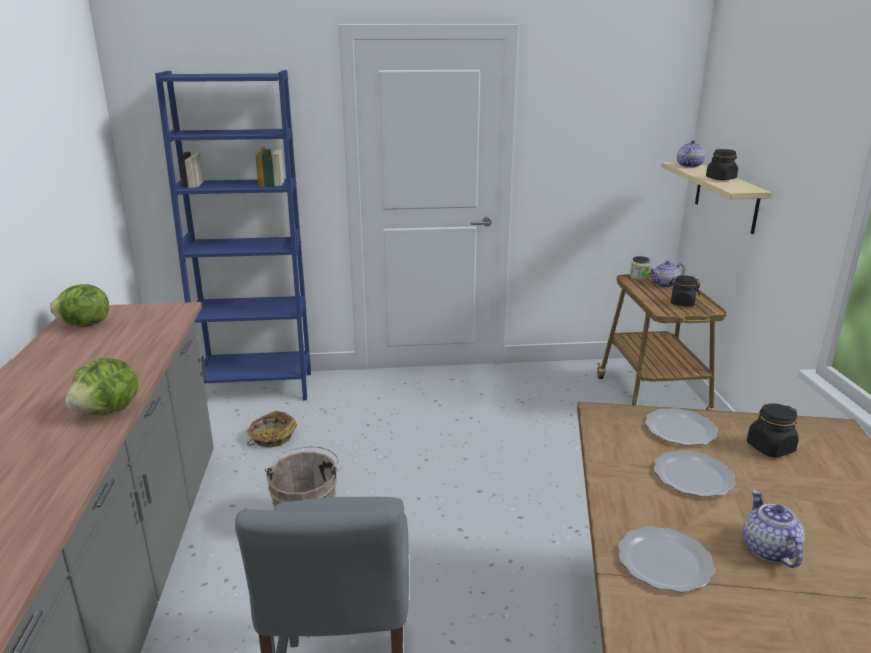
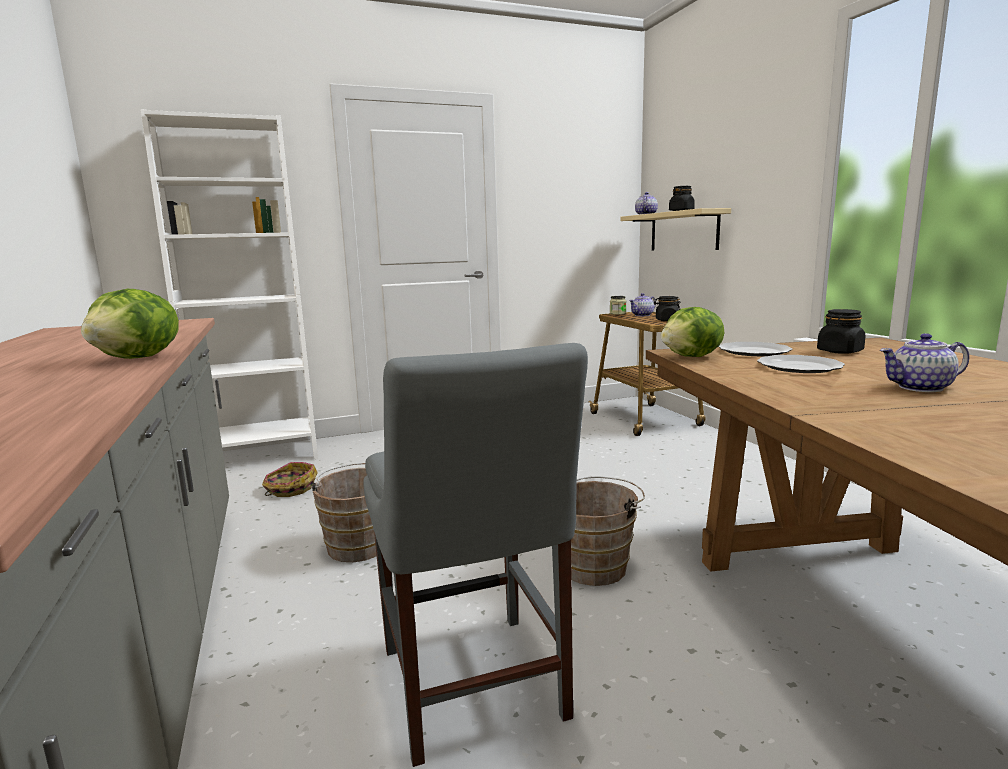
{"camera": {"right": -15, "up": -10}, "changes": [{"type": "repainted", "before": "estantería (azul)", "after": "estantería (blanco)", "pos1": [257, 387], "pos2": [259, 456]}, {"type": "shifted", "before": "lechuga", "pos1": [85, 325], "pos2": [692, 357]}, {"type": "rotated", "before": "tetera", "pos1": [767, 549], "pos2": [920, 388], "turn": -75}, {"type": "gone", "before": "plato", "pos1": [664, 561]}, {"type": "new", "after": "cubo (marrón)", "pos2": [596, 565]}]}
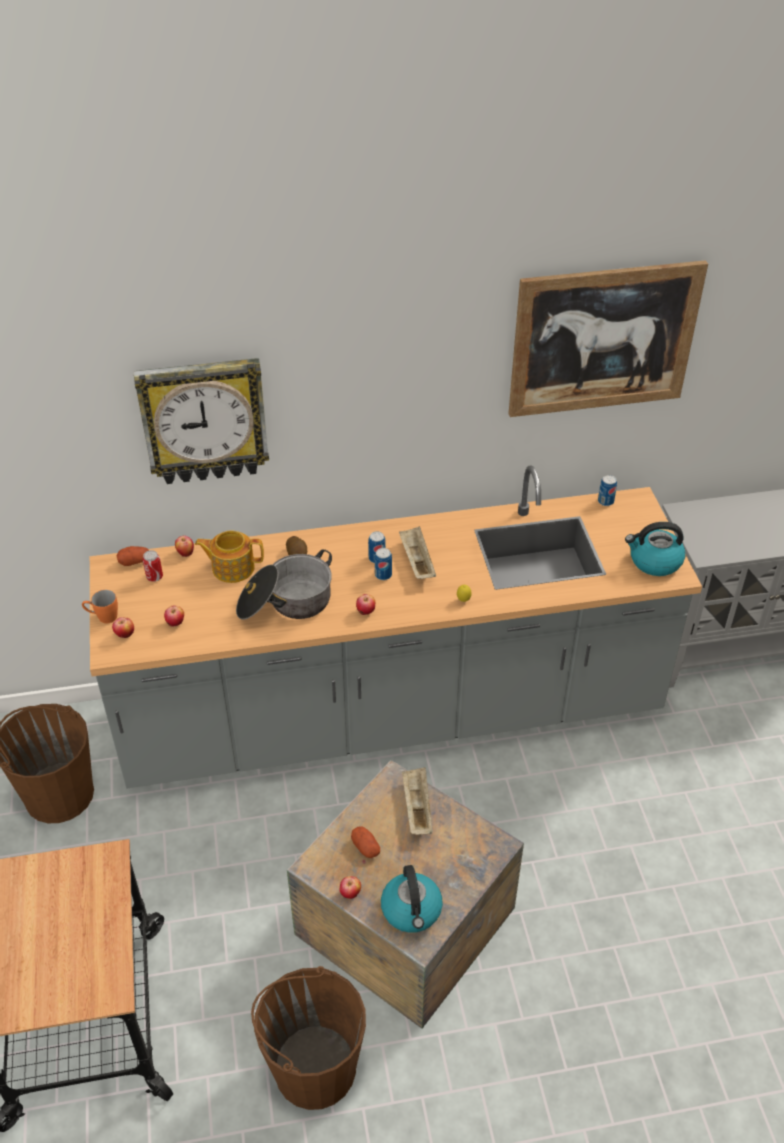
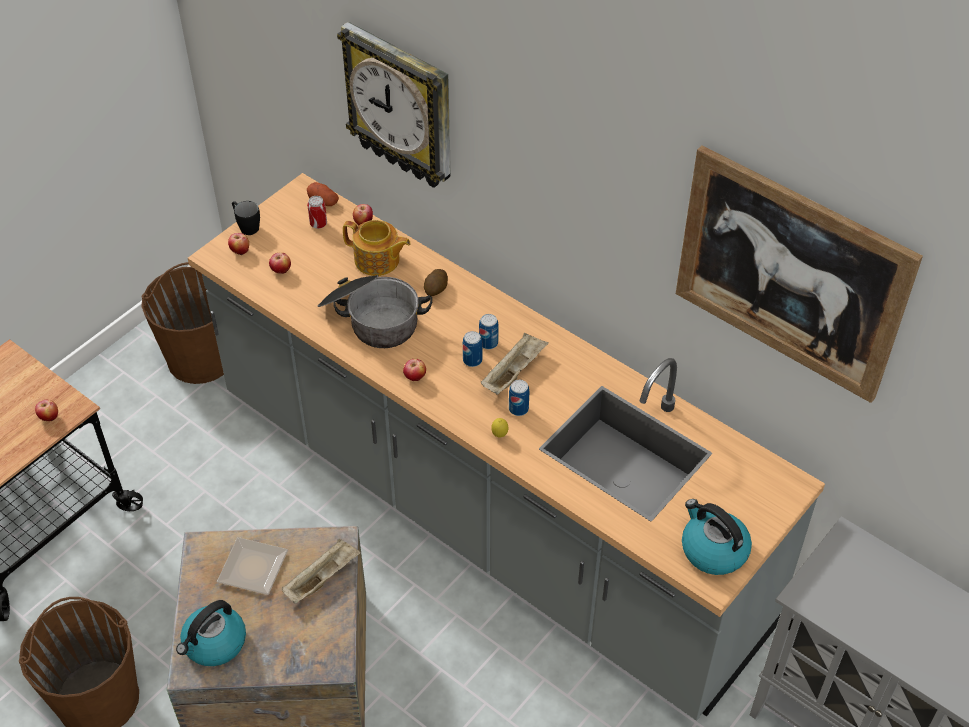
{"camera": {"right": 50, "up": 5}, "changes": [{"type": "shifted", "before": "lata", "pos1": [605, 501], "pos2": [518, 409]}, {"type": "rotated", "before": "tetera", "pos1": [232, 567], "pos2": [377, 260], "turn": 150}, {"type": "repainted", "before": "taza grande (naranja)", "after": "taza grande (negro)", "pos1": [103, 617], "pos2": [246, 226]}, {"type": "swapped", "before": "patata", "after": "plato", "pos1": [366, 847], "pos2": [250, 569]}, {"type": "shifted", "before": "manzana", "pos1": [350, 894], "pos2": [49, 418]}]}
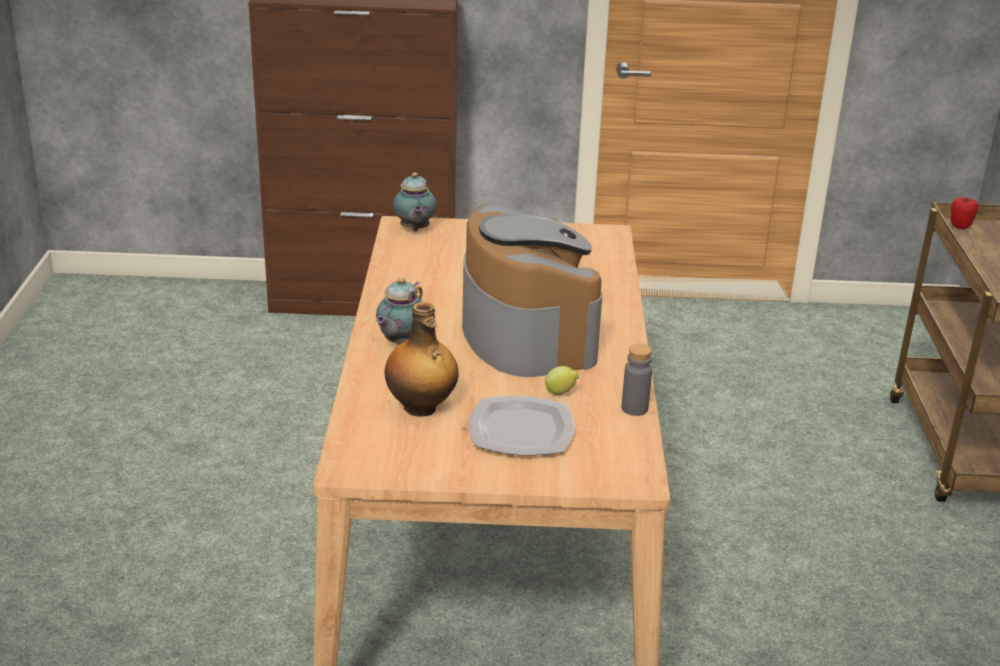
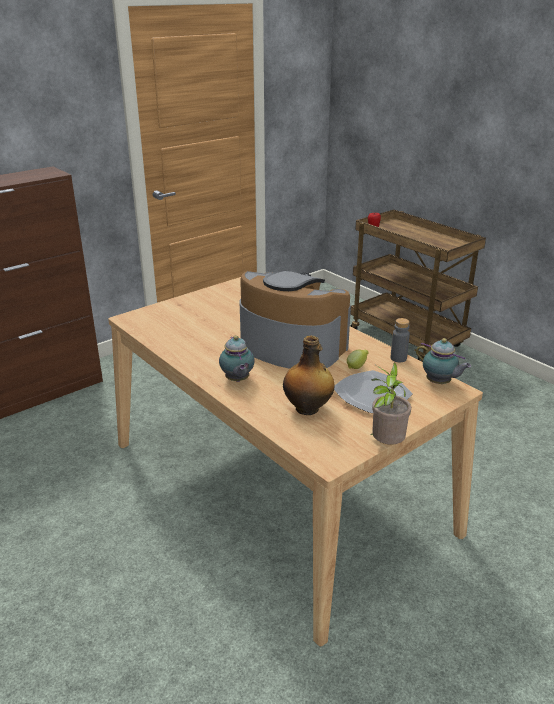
{"camera": {"right": -40, "up": 0}, "changes": [{"type": "shifted", "before": "tetera", "pos1": [414, 230], "pos2": [439, 383]}, {"type": "new", "after": "planta en maceta", "pos2": [385, 444]}]}
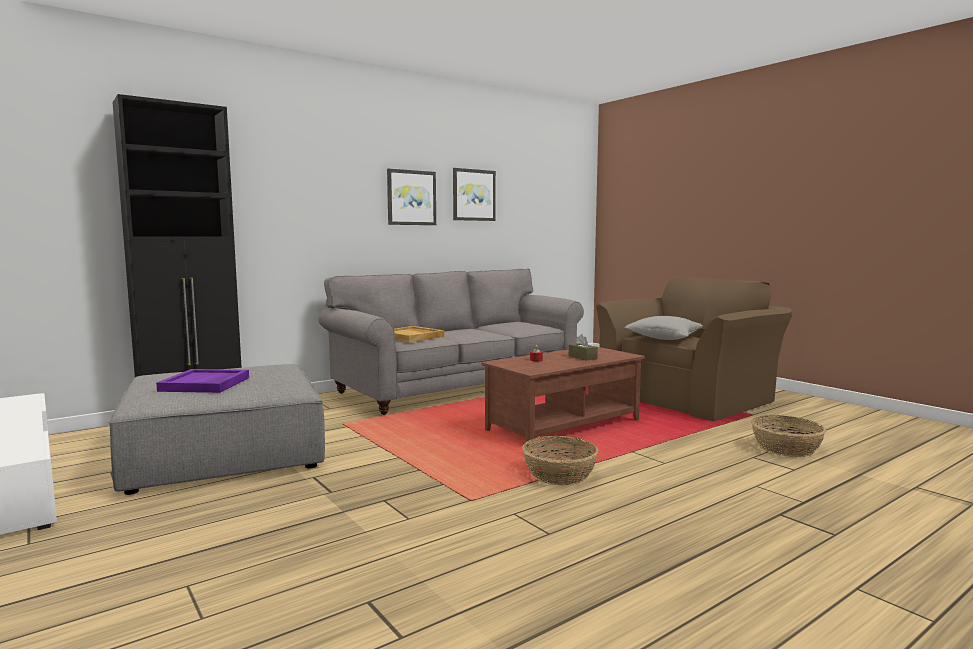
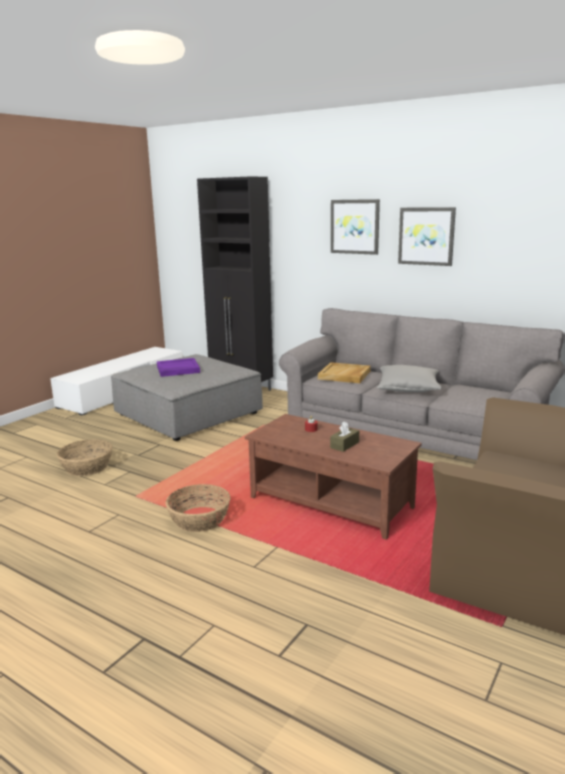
{"camera": {"right": 70, "up": 10}, "changes": [{"type": "shifted", "before": "cuadro", "pos1": [473, 195], "pos2": [355, 226]}, {"type": "shifted", "before": "cojín (gris)", "pos1": [663, 338], "pos2": [408, 388]}, {"type": "shifted", "before": "cesta", "pos1": [785, 448], "pos2": [87, 467]}]}
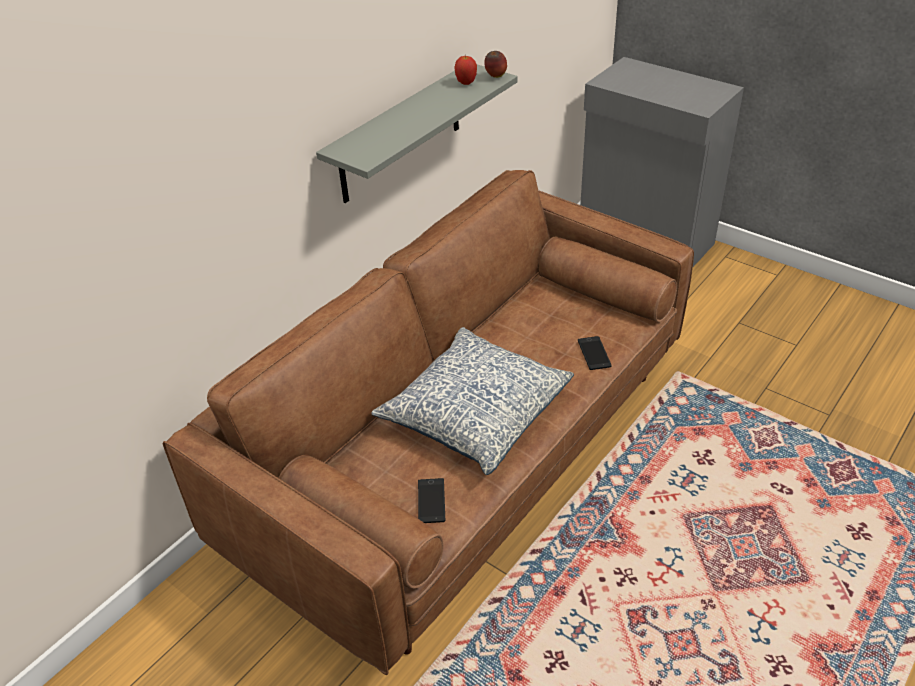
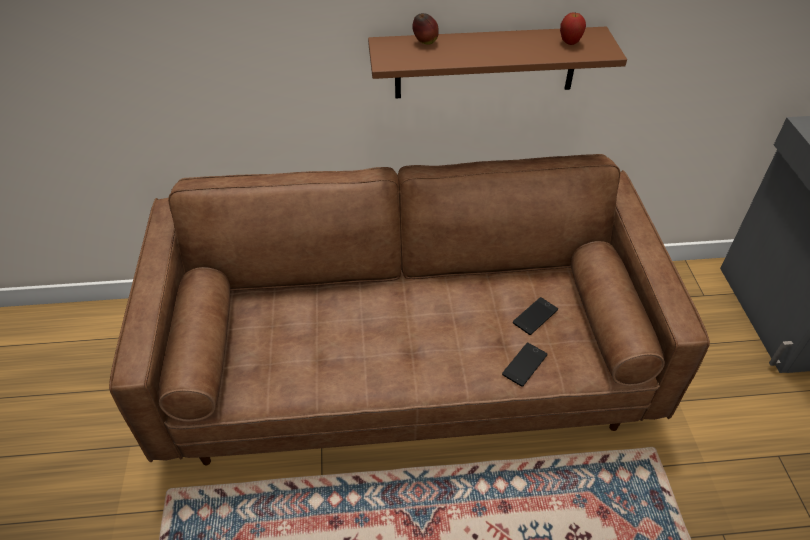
{"camera": {"right": 45, "up": 5}, "changes": [{"type": "shifted", "before": "manzana", "pos1": [495, 77], "pos2": [425, 43]}, {"type": "repainted", "before": "estante (gris)", "after": "estante (marrón)", "pos1": [401, 134], "pos2": [485, 63]}, {"type": "gone", "before": "cojín", "pos1": [475, 412]}, {"type": "shifted", "before": "móvil", "pos1": [431, 501], "pos2": [535, 316]}]}
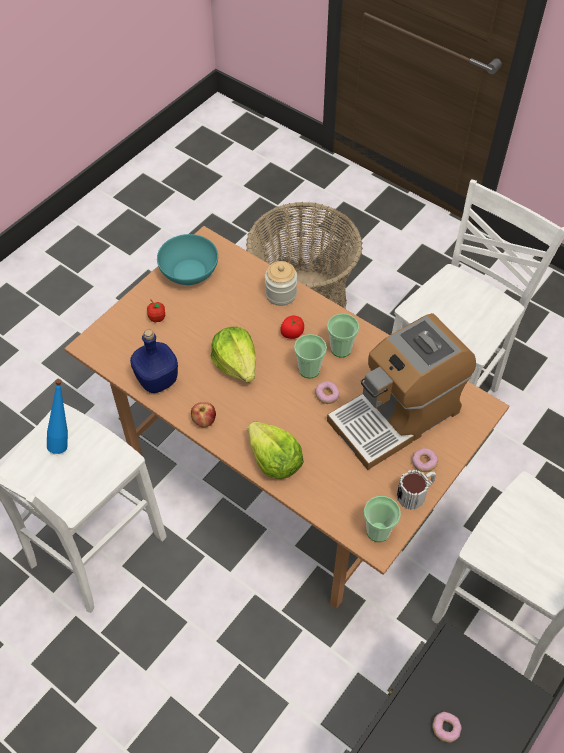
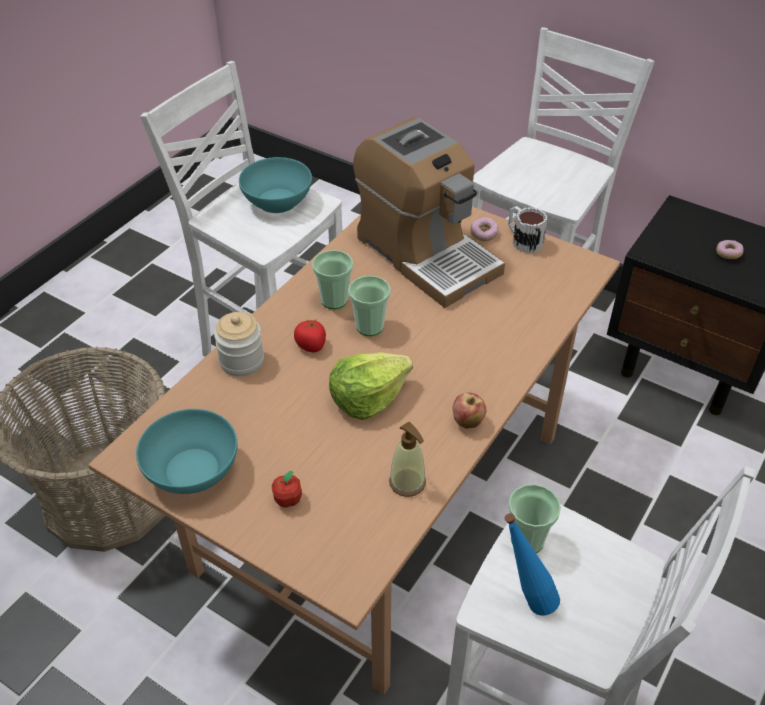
{"camera": {"right": -95, "up": -10}, "changes": [{"type": "swapped", "before": "botella (azul)", "after": "dispensador de jabón", "pos1": [158, 380], "pos2": [407, 482]}, {"type": "gone", "before": "rosquilla", "pos1": [327, 396]}, {"type": "gone", "before": "lechuga", "pos1": [274, 460]}, {"type": "shifted", "before": "taza", "pos1": [378, 531], "pos2": [527, 540]}, {"type": "new", "after": "cuenco (turquesa)", "pos2": [277, 201]}]}
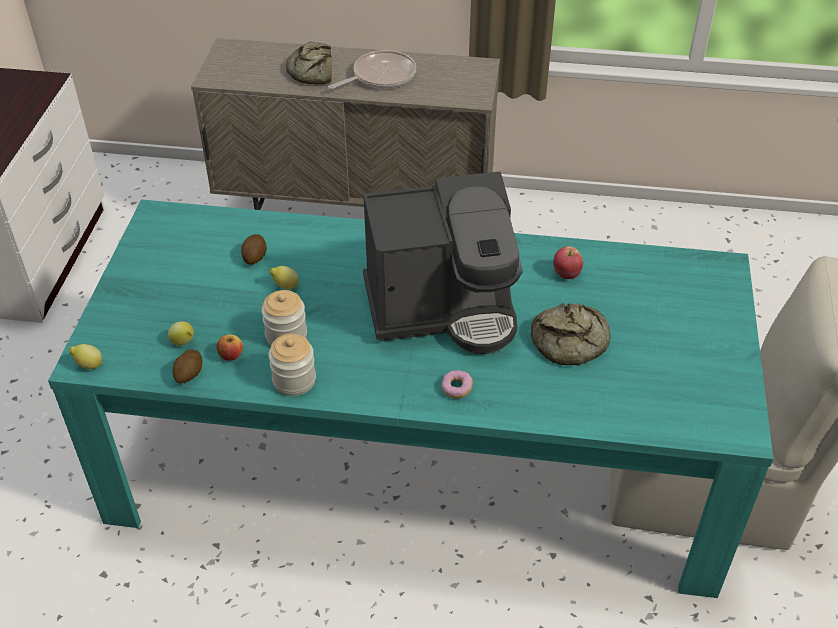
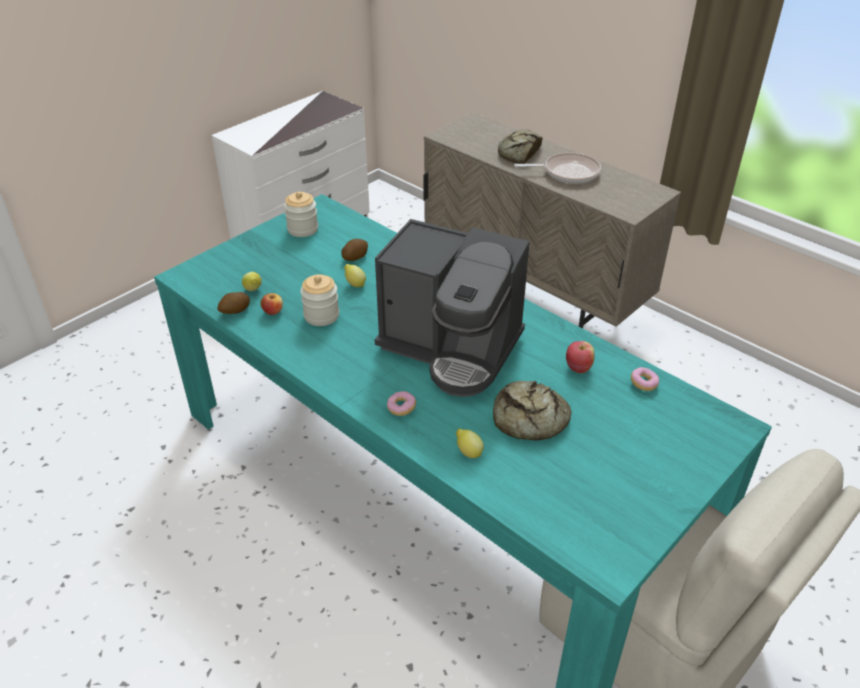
{"camera": {"right": 35, "up": -5}, "changes": [{"type": "shifted", "before": "tarro", "pos1": [294, 380], "pos2": [302, 229]}, {"type": "shifted", "before": "limón", "pos1": [88, 365], "pos2": [468, 452]}, {"type": "new", "after": "rosquilla", "pos2": [643, 384]}]}
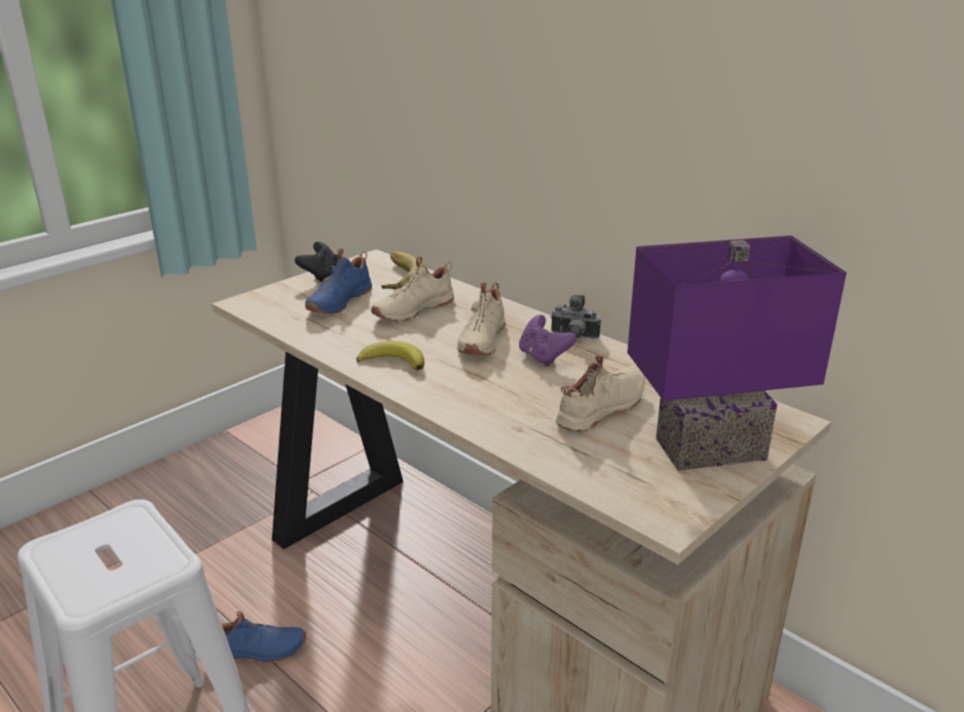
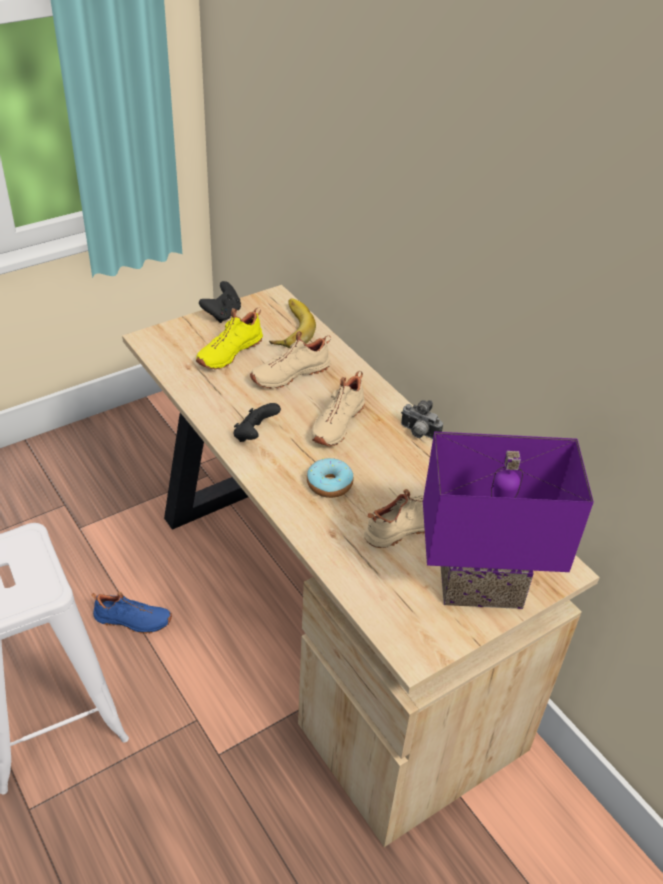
{"camera": {"right": 10, "up": 15}, "changes": [{"type": "repainted", "before": "zapato (azul)", "after": "zapato (amarillo)", "pos1": [338, 301], "pos2": [228, 352]}, {"type": "gone", "before": "mando de consola (morado)", "pos1": [543, 357]}, {"type": "swapped", "before": "plátano", "after": "mando de consola (negro)", "pos1": [393, 361], "pos2": [255, 435]}, {"type": "new", "after": "rosquilla", "pos2": [329, 484]}]}
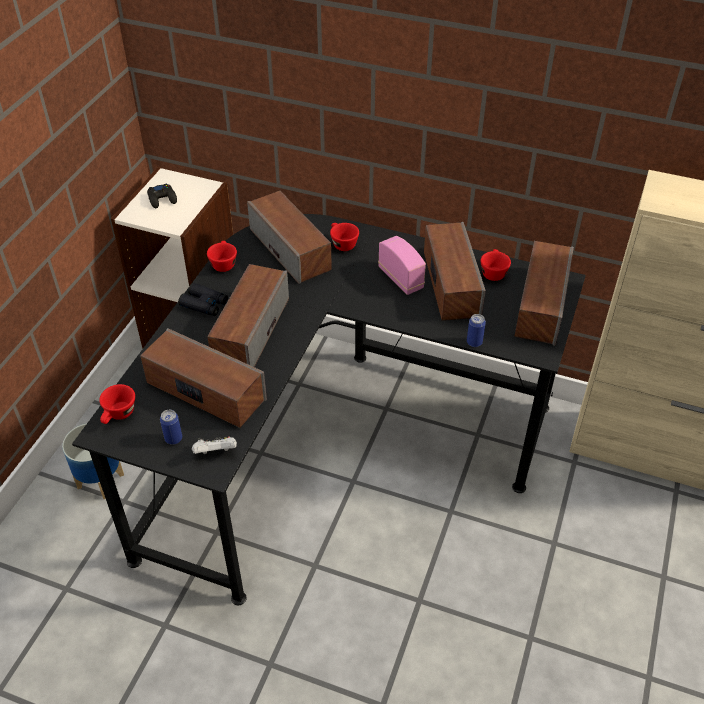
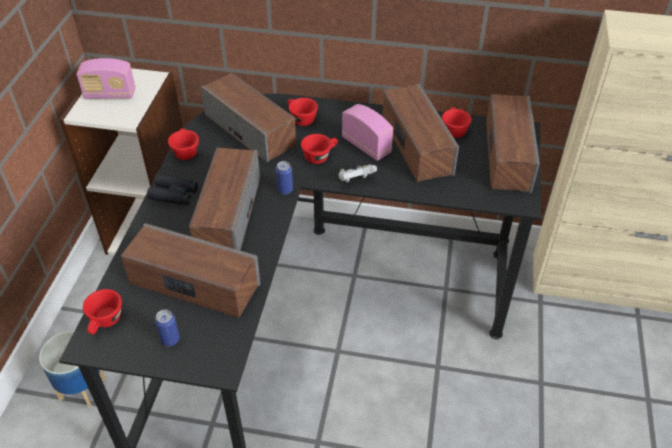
{"camera": {"right": -10, "up": 0}, "changes": [{"type": "swapped", "before": "mando de consola (negro)", "after": "radio", "pos1": [162, 199], "pos2": [110, 94]}, {"type": "shifted", "before": "lata", "pos1": [474, 342], "pos2": [285, 190]}, {"type": "shifted", "before": "mando de consola (blanco)", "pos1": [215, 453], "pos2": [355, 180]}, {"type": "new", "after": "taza (rojo)", "pos2": [320, 156]}]}
